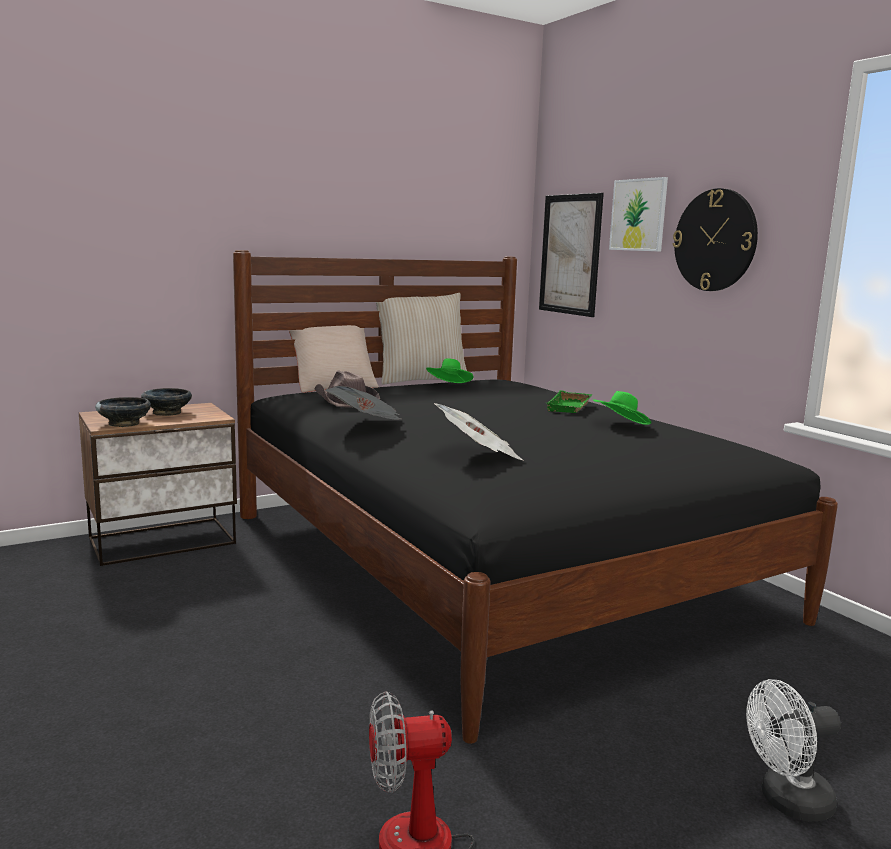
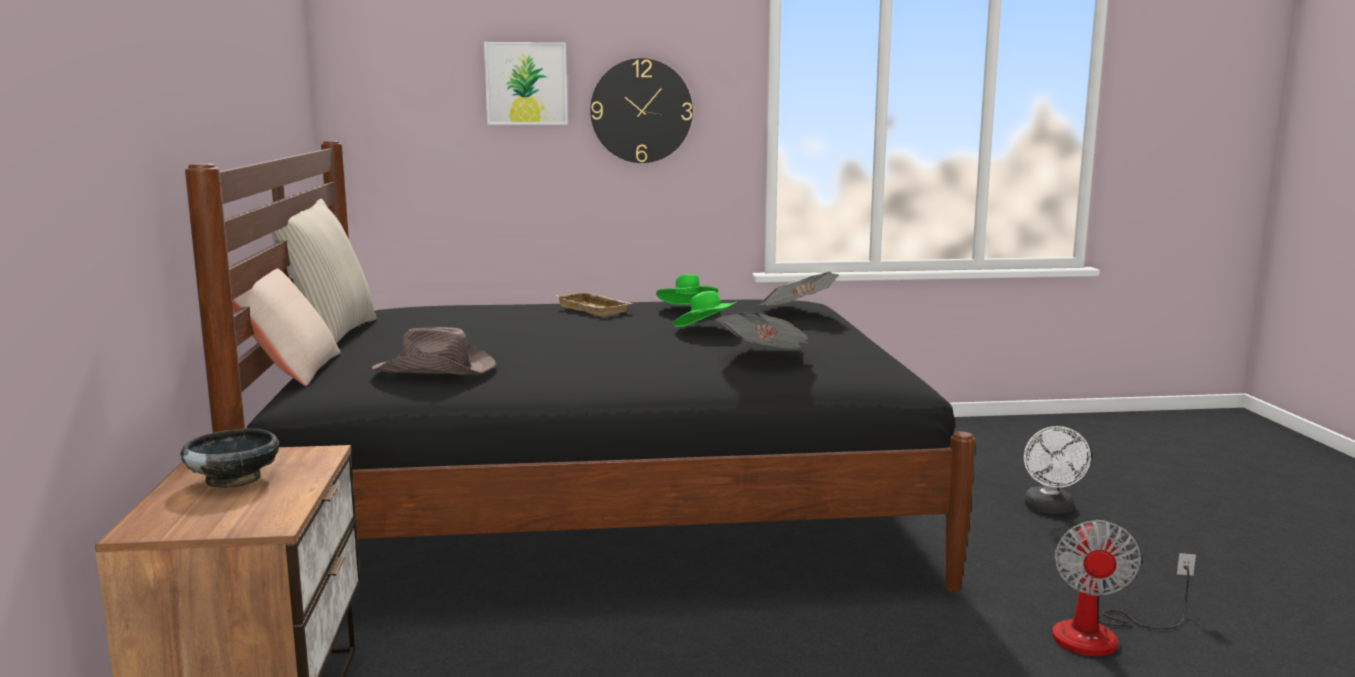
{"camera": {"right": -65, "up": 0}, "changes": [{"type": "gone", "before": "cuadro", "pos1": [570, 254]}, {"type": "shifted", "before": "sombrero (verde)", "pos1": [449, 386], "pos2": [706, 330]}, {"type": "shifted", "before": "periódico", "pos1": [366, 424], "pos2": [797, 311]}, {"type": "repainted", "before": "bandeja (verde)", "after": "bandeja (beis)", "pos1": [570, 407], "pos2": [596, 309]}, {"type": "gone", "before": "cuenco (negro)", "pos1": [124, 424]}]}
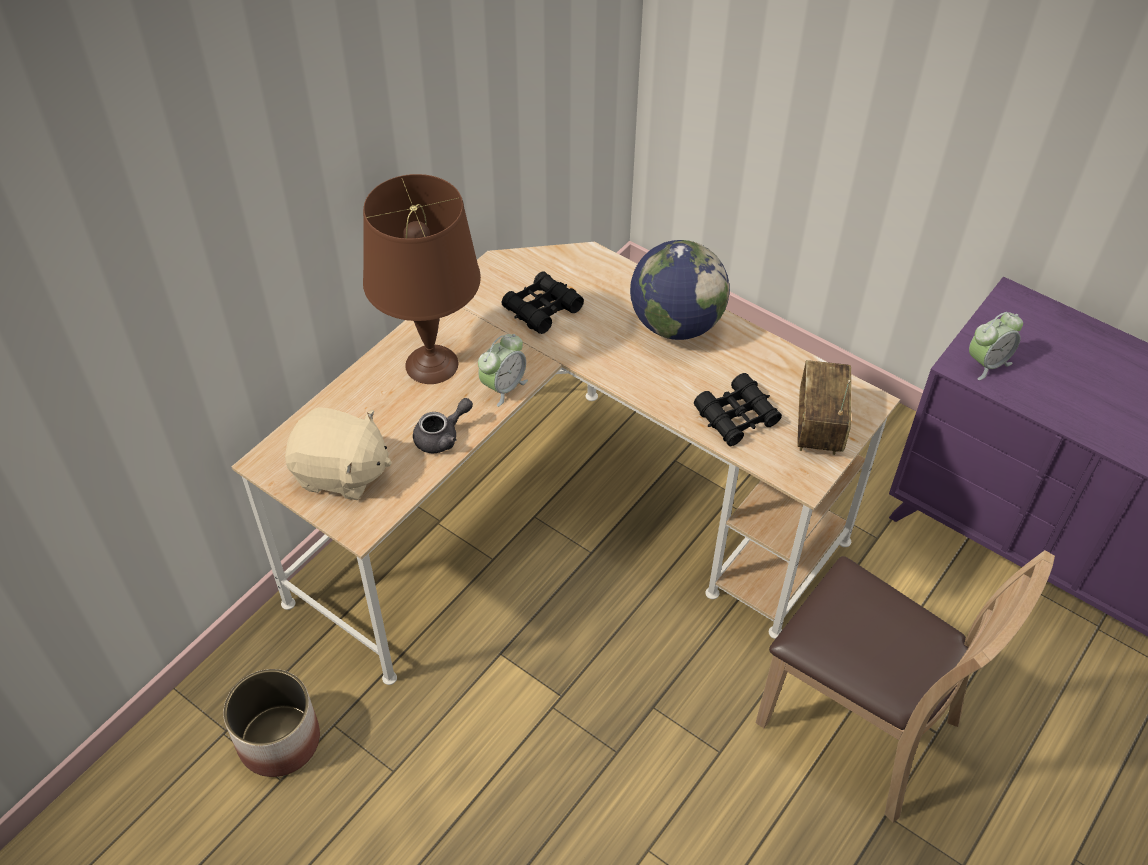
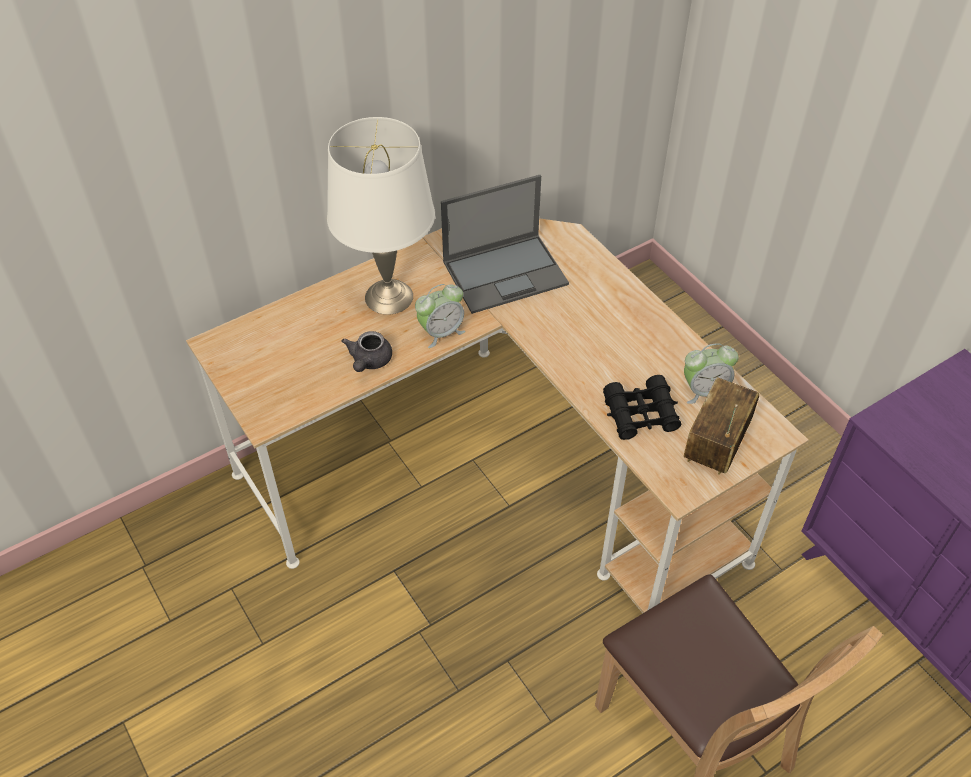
{"camera": {"right": 20, "up": 0}, "changes": [{"type": "repainted", "before": "lámpara de mesa (marrón)", "after": "lámpara de mesa (blanco)", "pos1": [432, 365], "pos2": [389, 297]}, {"type": "gone", "before": "globo terráqueo", "pos1": [675, 324]}, {"type": "swapped", "before": "prismáticos (negro)", "after": "portátil", "pos1": [542, 309], "pos2": [506, 272]}, {"type": "shifted", "before": "despertador", "pos1": [987, 363], "pos2": [704, 390]}, {"type": "rotated", "before": "tetera (gris)", "pos1": [442, 436], "pos2": [369, 361], "turn": 120}, {"type": "gone", "before": "peluche (beis)", "pos1": [341, 473]}, {"type": "gone", "before": "maceta", "pos1": [279, 739]}]}
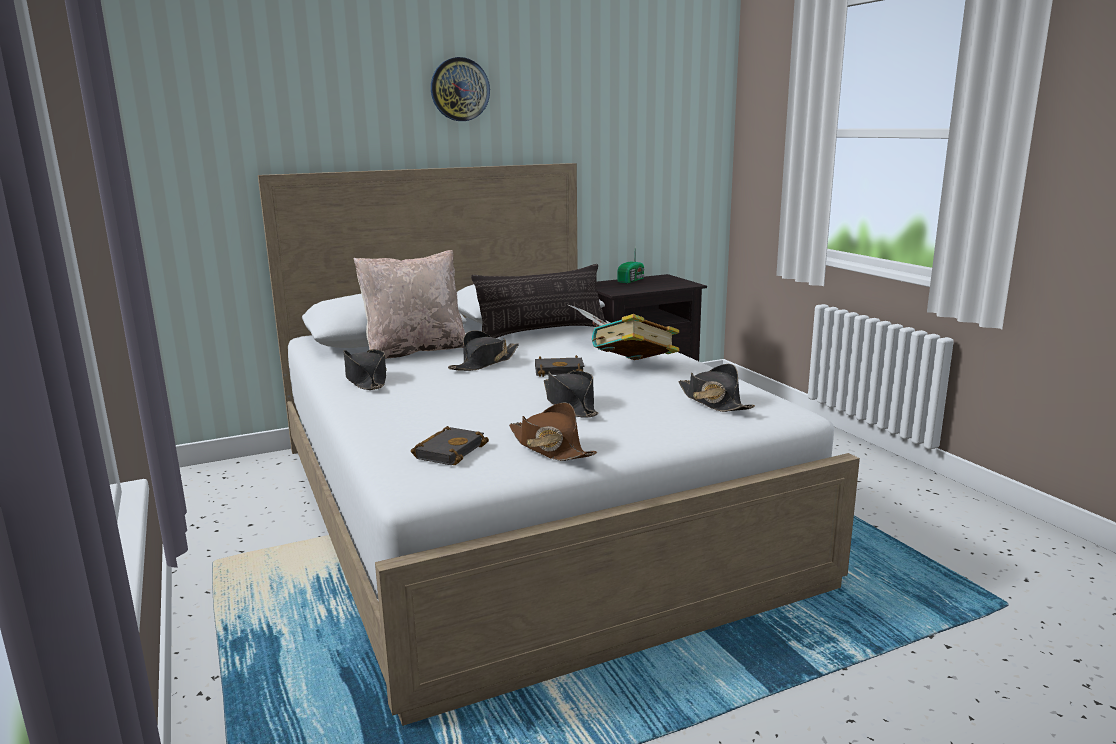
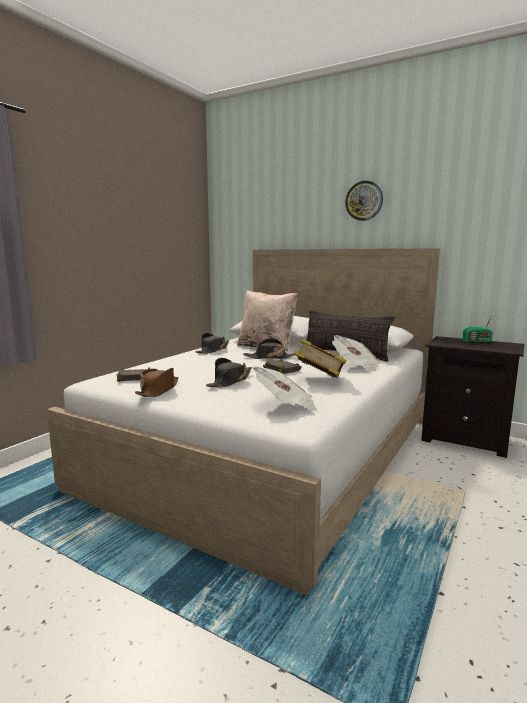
{"camera": {"right": 55, "up": -5}, "changes": [{"type": "swapped", "before": "sombrero (negro)", "after": "periódico", "pos1": [713, 401], "pos2": [286, 406]}]}
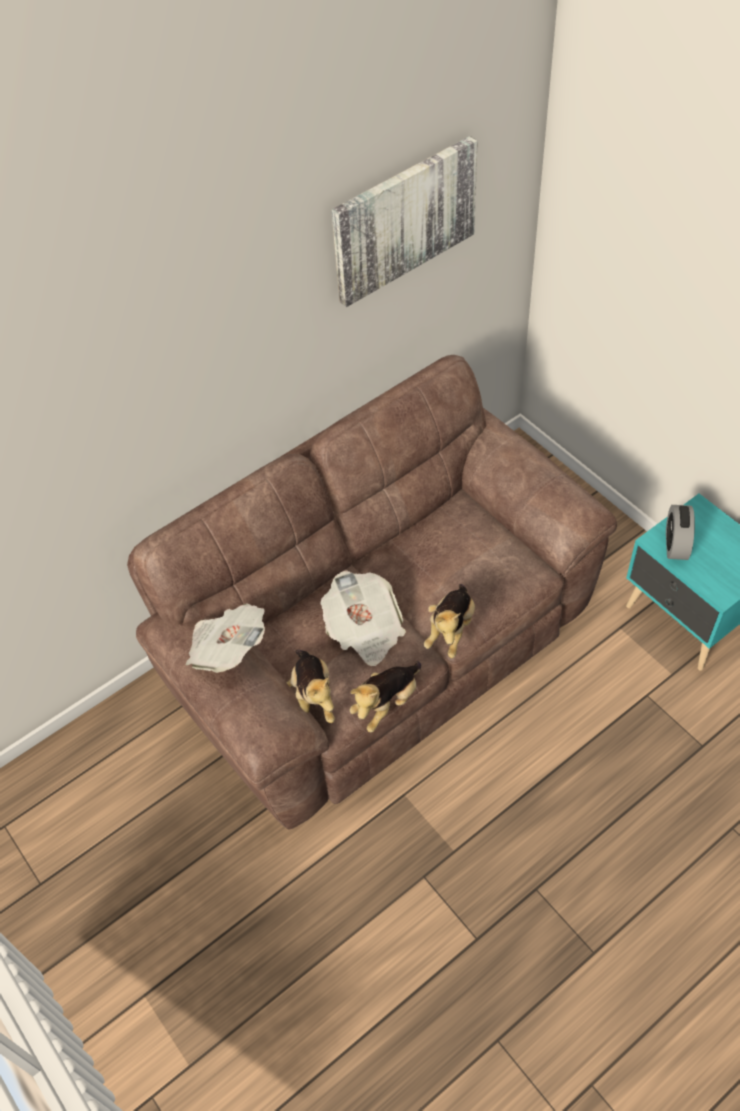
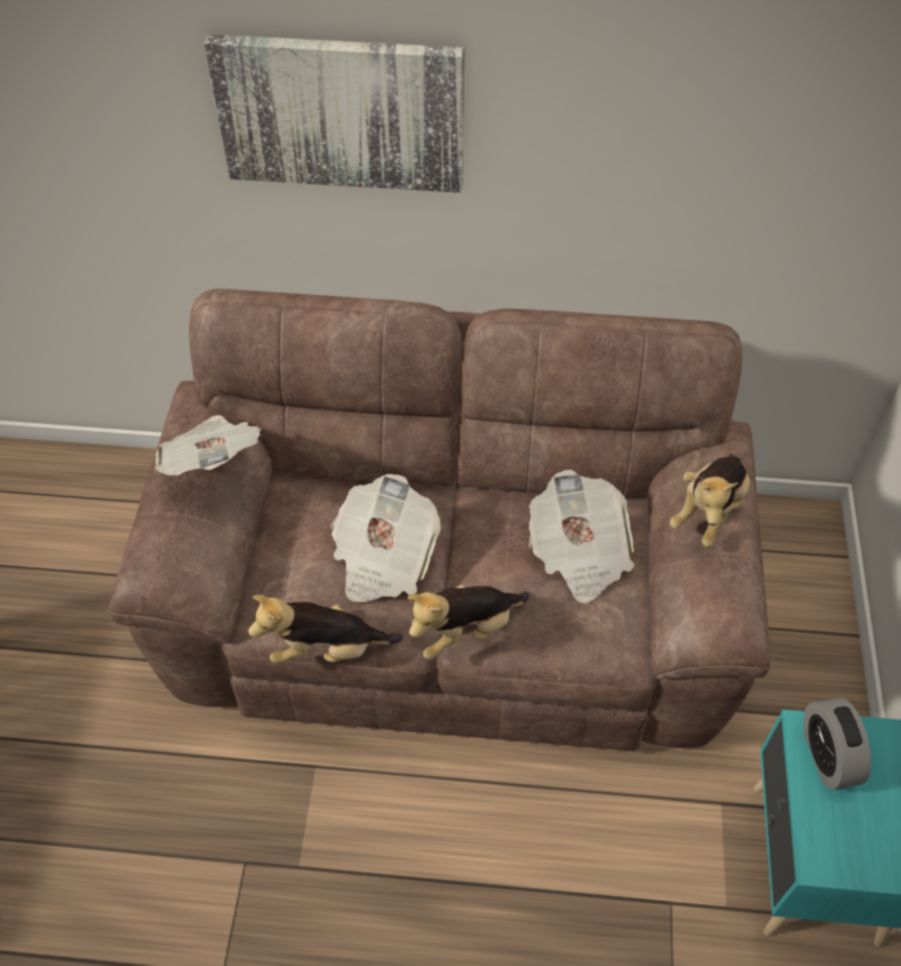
{"camera": {"right": 40, "up": 0}, "changes": [{"type": "shifted", "before": "cuadro", "pos1": [403, 219], "pos2": [341, 112]}, {"type": "rotated", "before": "despertador", "pos1": [675, 545], "pos2": [827, 756], "turn": -60}, {"type": "shifted", "before": "peluche", "pos1": [313, 697], "pos2": [708, 511]}, {"type": "new", "after": "periódico", "pos2": [579, 553]}]}
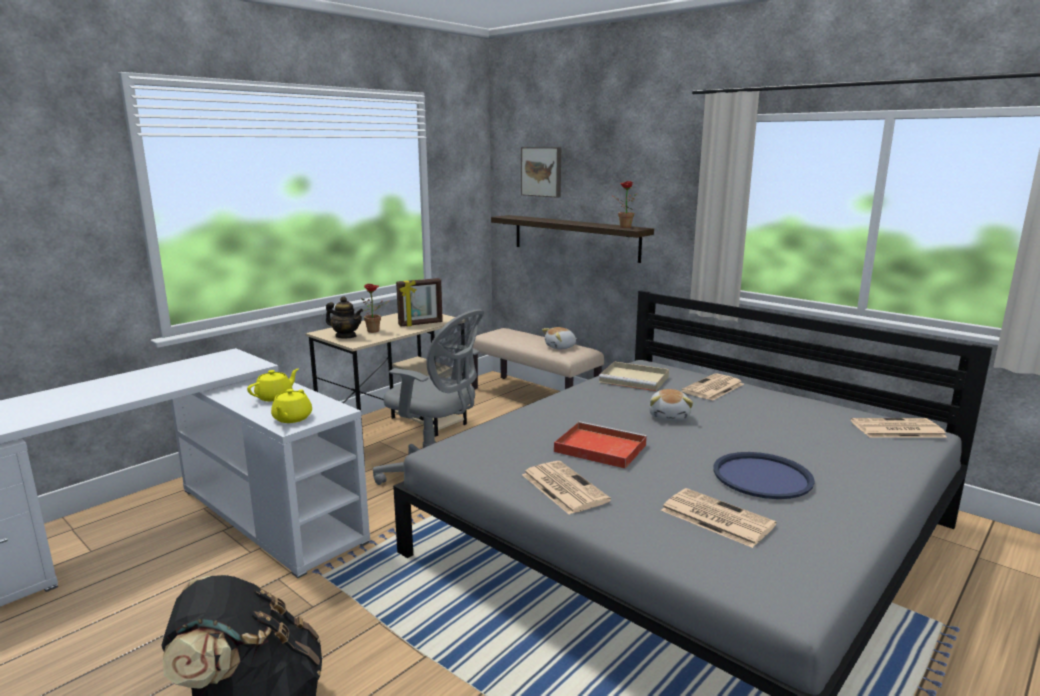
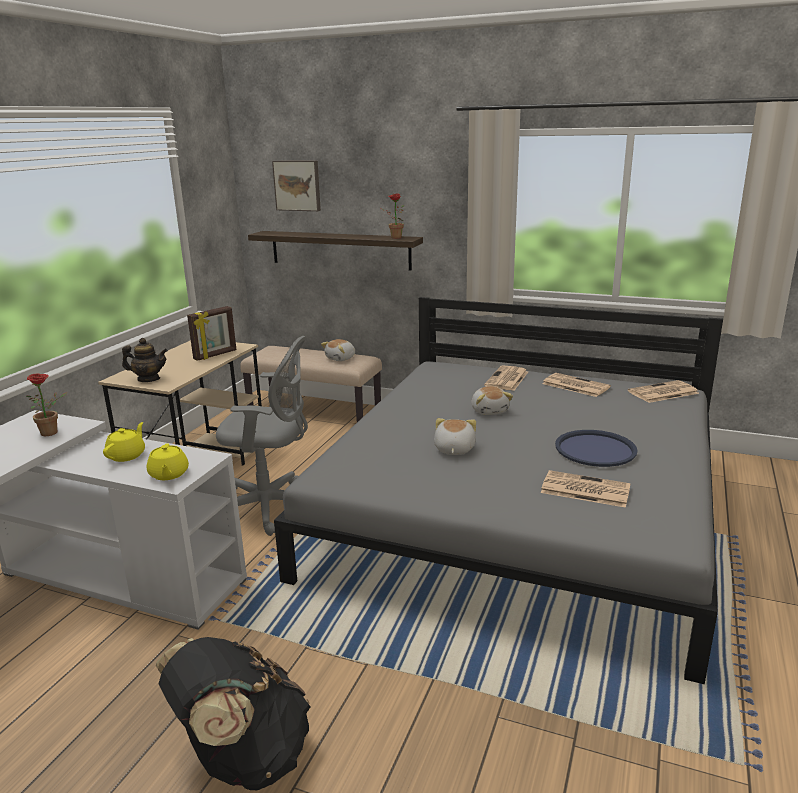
{"camera": {"right": -20, "up": 5}, "changes": [{"type": "shifted", "before": "planta en maceta", "pos1": [376, 331], "pos2": [53, 432]}, {"type": "gone", "before": "bandeja (beis)", "pos1": [635, 379]}, {"type": "swapped", "before": "bandeja (rojo)", "after": "peluche", "pos1": [598, 448], "pos2": [453, 449]}, {"type": "shifted", "before": "periódico", "pos1": [563, 487], "pos2": [574, 385]}]}
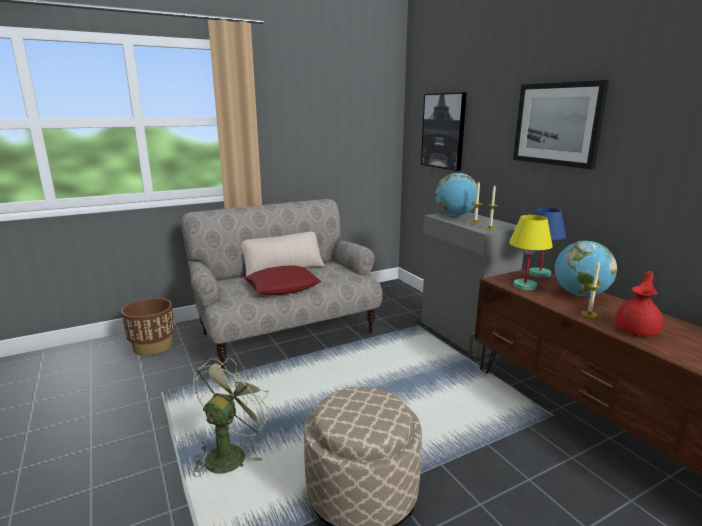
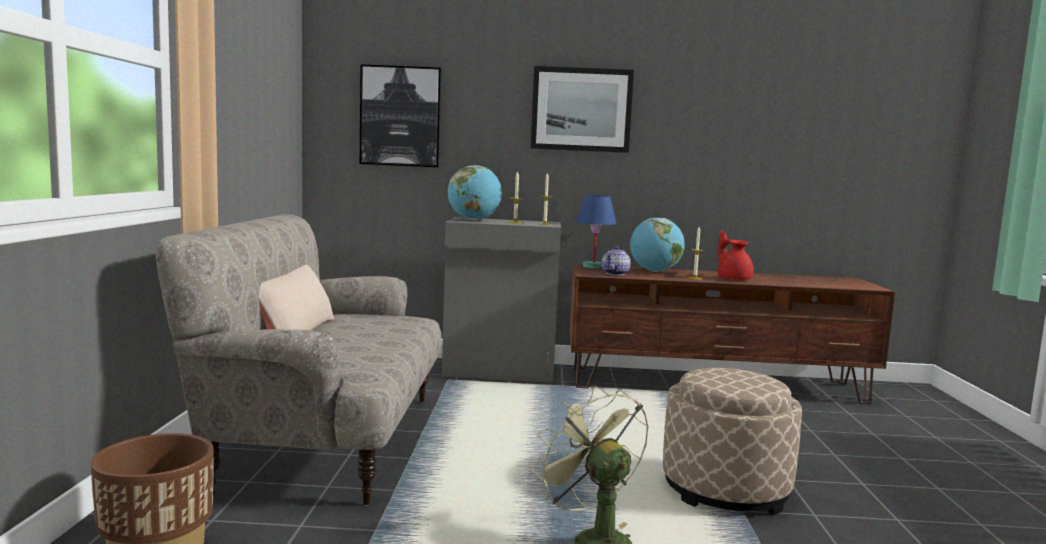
{"camera": {"right": -60, "up": -10}, "changes": [{"type": "swapped", "before": "lámpara de mesa (amarillo)", "after": "tetera", "pos1": [525, 286], "pos2": [615, 273]}, {"type": "gone", "before": "cojín (rojo)", "pos1": [282, 287]}]}
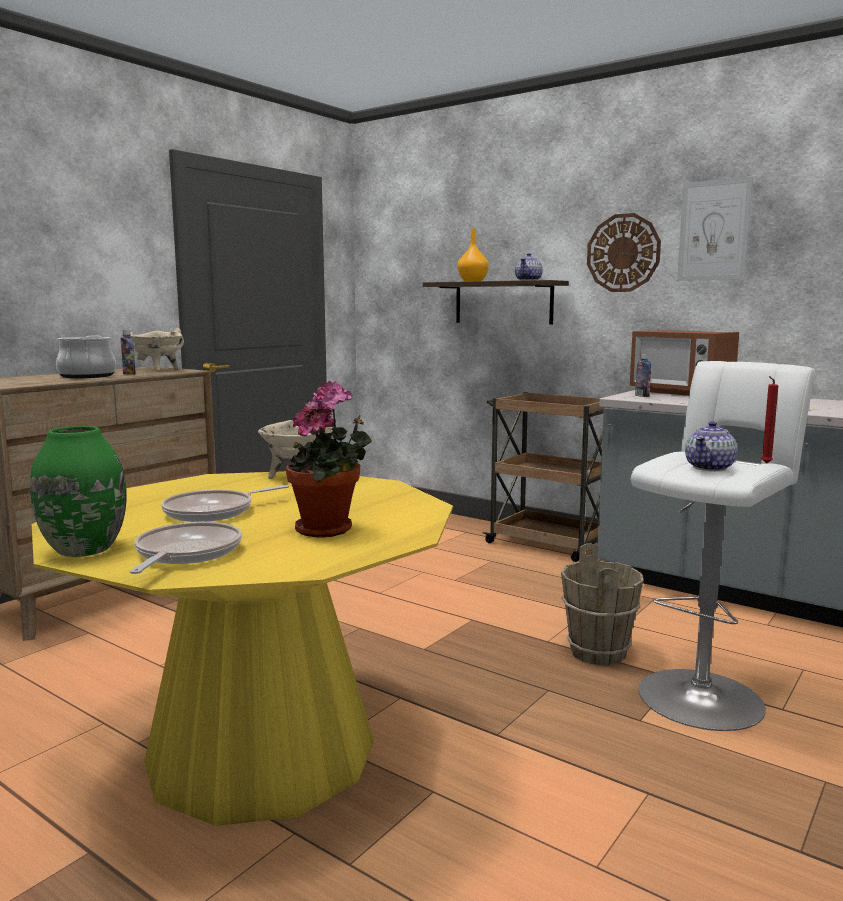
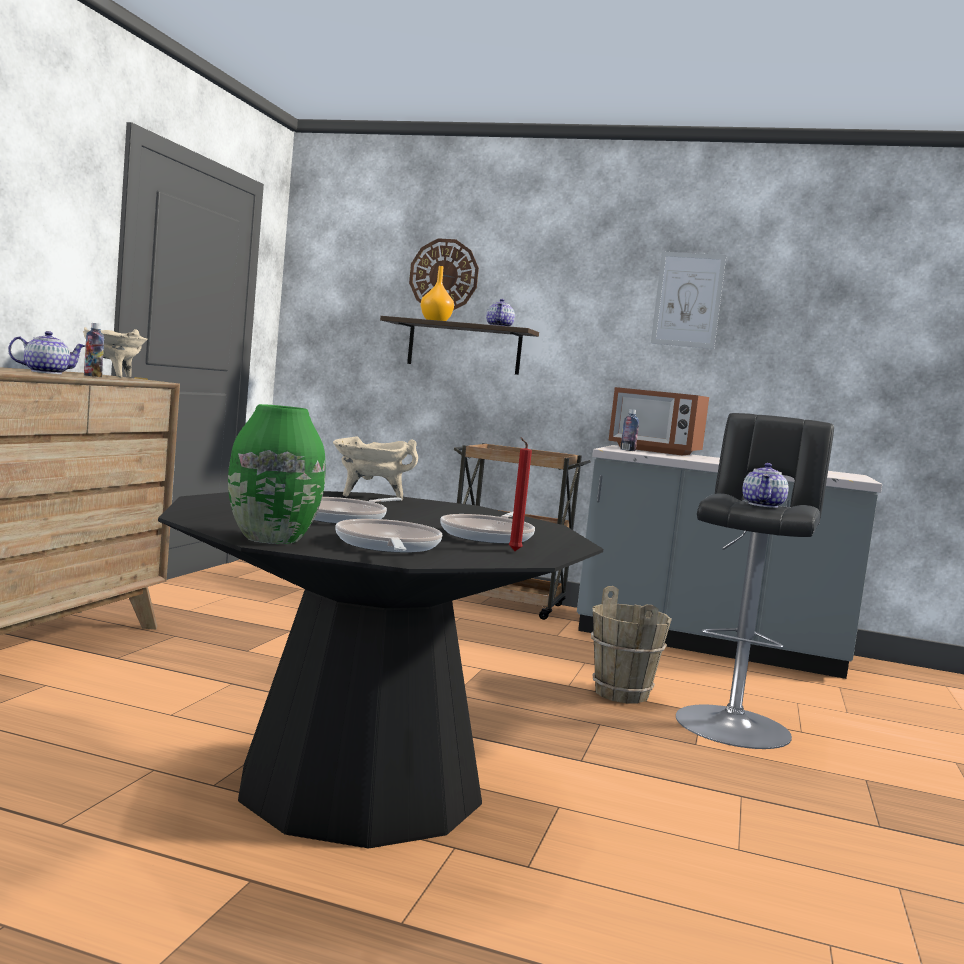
{"camera": {"right": -20, "up": -5}, "changes": [{"type": "shifted", "before": "reloj de pared", "pos1": [623, 253], "pos2": [444, 275]}, {"type": "swapped", "before": "olla", "after": "tetera", "pos1": [87, 376], "pos2": [46, 372]}, {"type": "repainted", "before": "taburete (blanco)", "after": "taburete (negro)", "pos1": [703, 694], "pos2": [733, 723]}, {"type": "shifted", "before": "vela (rojo)", "pos1": [765, 463], "pos2": [513, 551]}, {"type": "swapped", "before": "planta en maceta", "after": "sartén", "pos1": [329, 530], "pos2": [489, 536]}, {"type": "repainted", "before": "mesa de comedor (amarillo)", "after": "mesa de comedor (negro)", "pos1": [261, 750], "pos2": [360, 785]}]}
